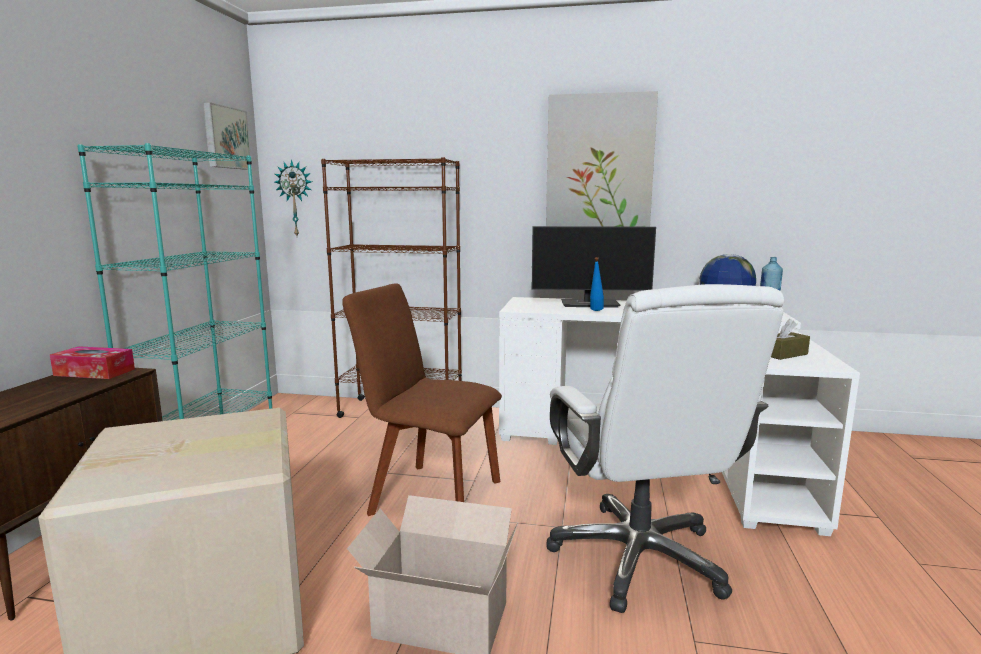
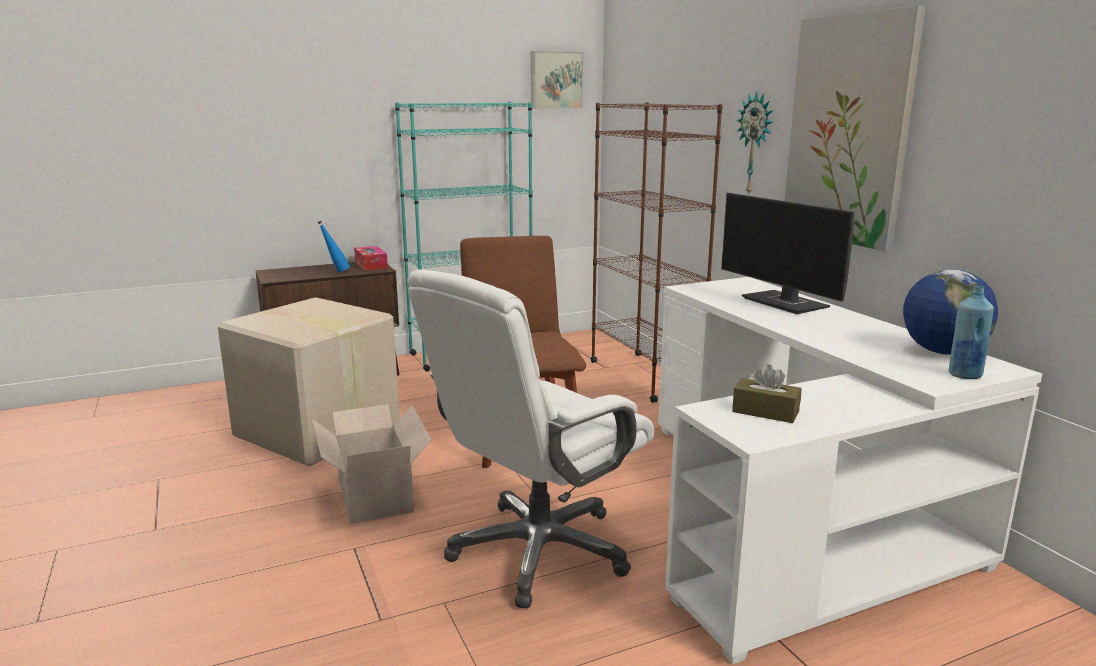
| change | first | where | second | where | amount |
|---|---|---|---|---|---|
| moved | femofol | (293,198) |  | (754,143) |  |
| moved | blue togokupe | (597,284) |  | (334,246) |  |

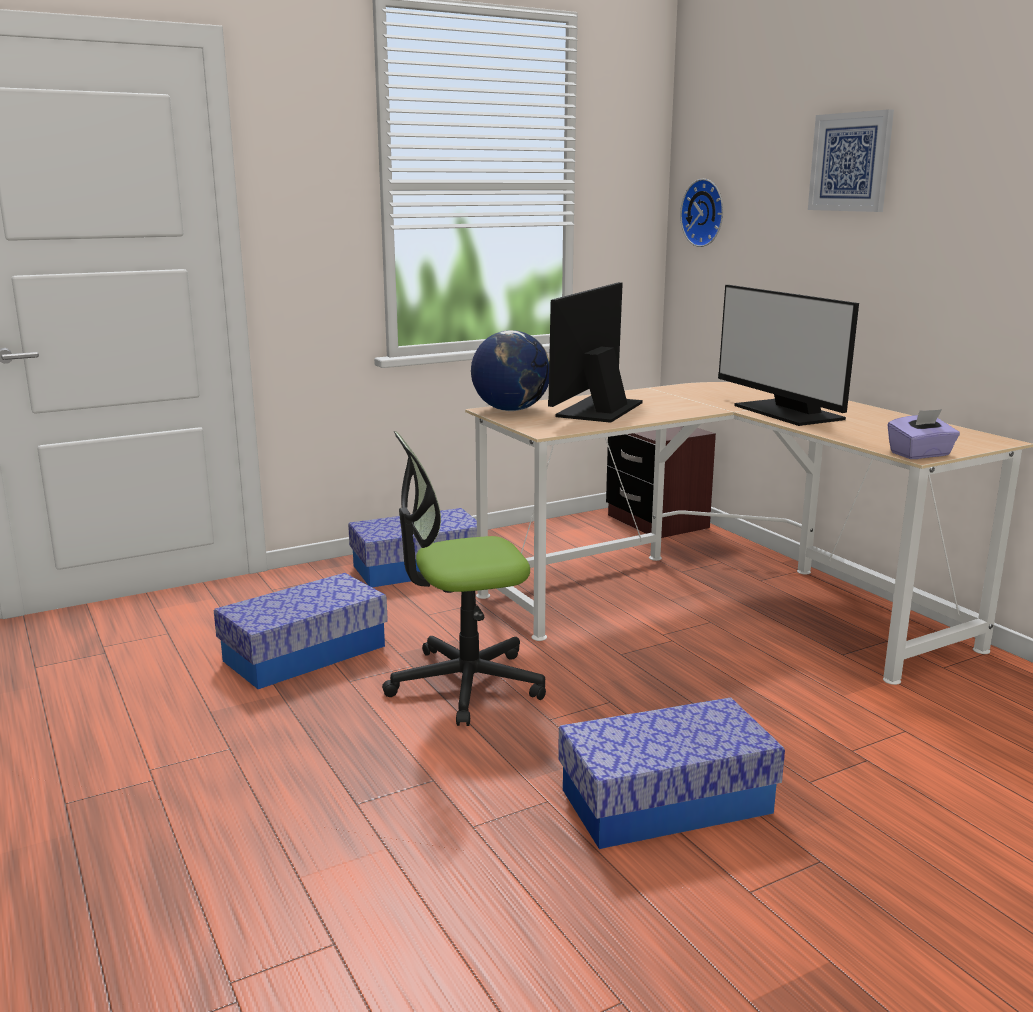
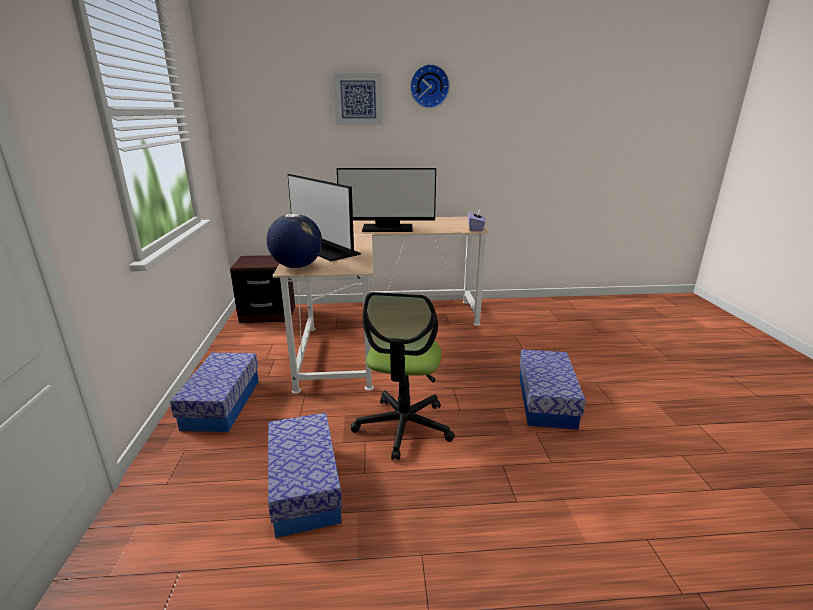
| change | first | where | second | where | amount |
|---|---|---|---|---|---|
| moved | femofol | (701,213) |  | (430,86) |  |

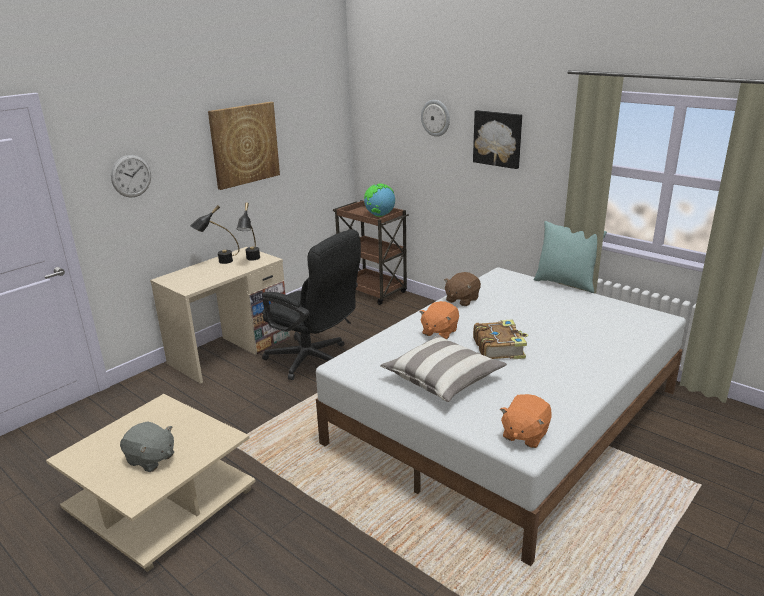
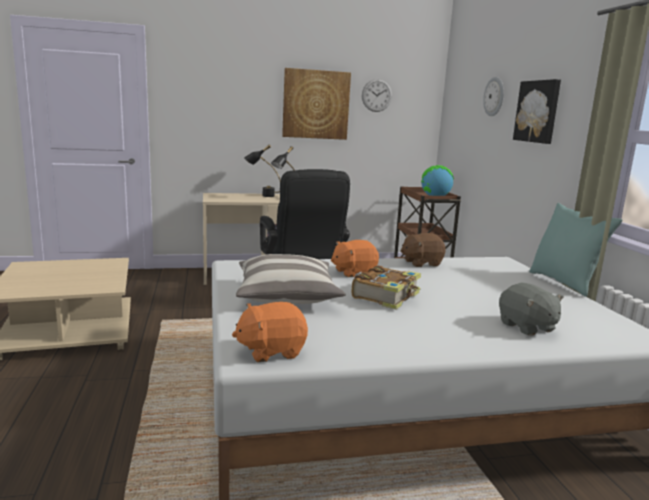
| change | first | where | second | where | amount |
|---|---|---|---|---|---|
| moved | femofol | (131,176) |  | (377,95) |  |
| moved | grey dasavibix | (147,446) |  | (531,309) |  |

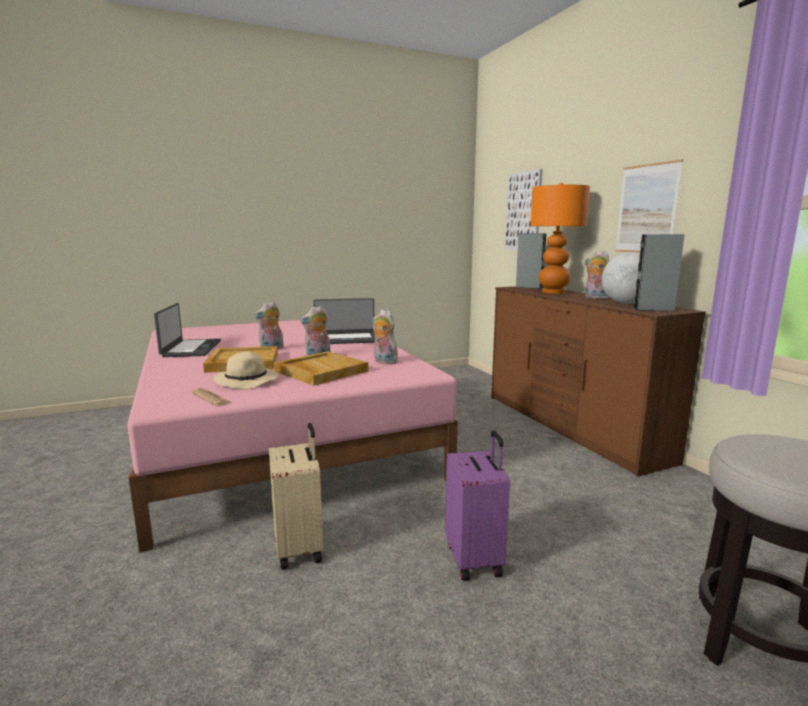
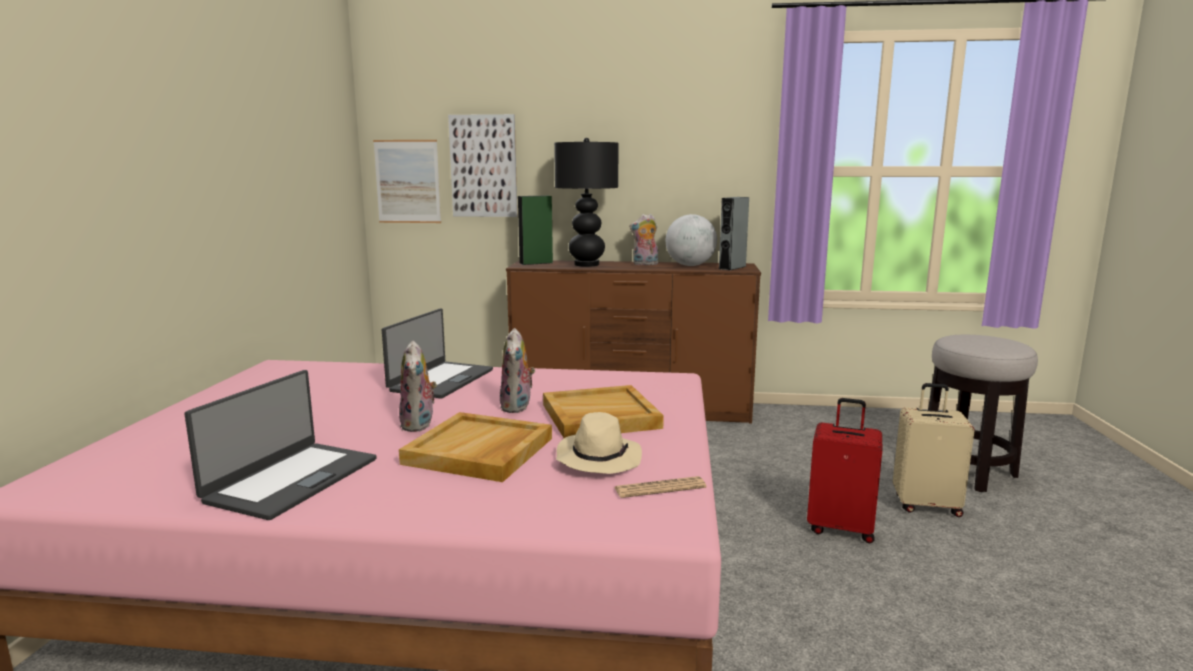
| change | first | where | second | where | amount |
|---|---|---|---|---|---|
| turned | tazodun | (187,330) |  | (280,445) | 90 degrees clockwise |
| moved | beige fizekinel | (296,496) |  | (934,450) |  |
| removed | dasavibix | (385,337) |  |  |  |
| recoloured | purple fizekinel | (477,506) | red fizekinel | (844,470) |  |
| recoloured | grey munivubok | (531,261) | green munivubok | (535,230) |  |
| recoloured | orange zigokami | (560,238) | black zigokami | (586,202) |  |
| moved | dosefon | (649,206) |  | (407,181) |  |

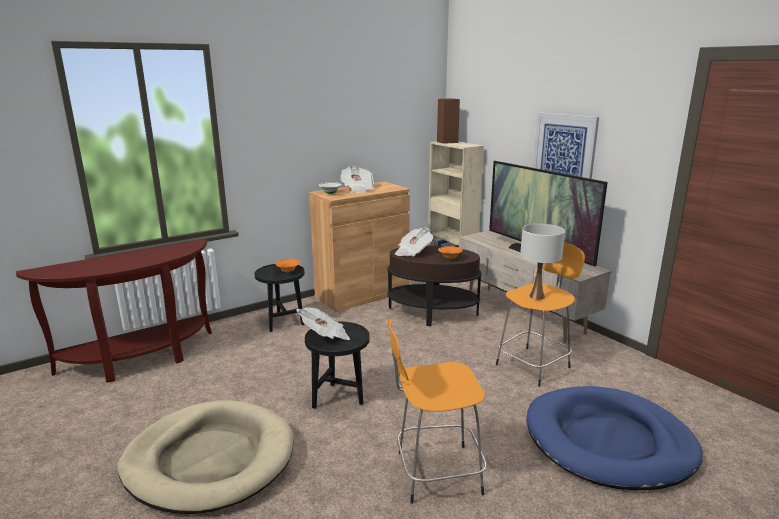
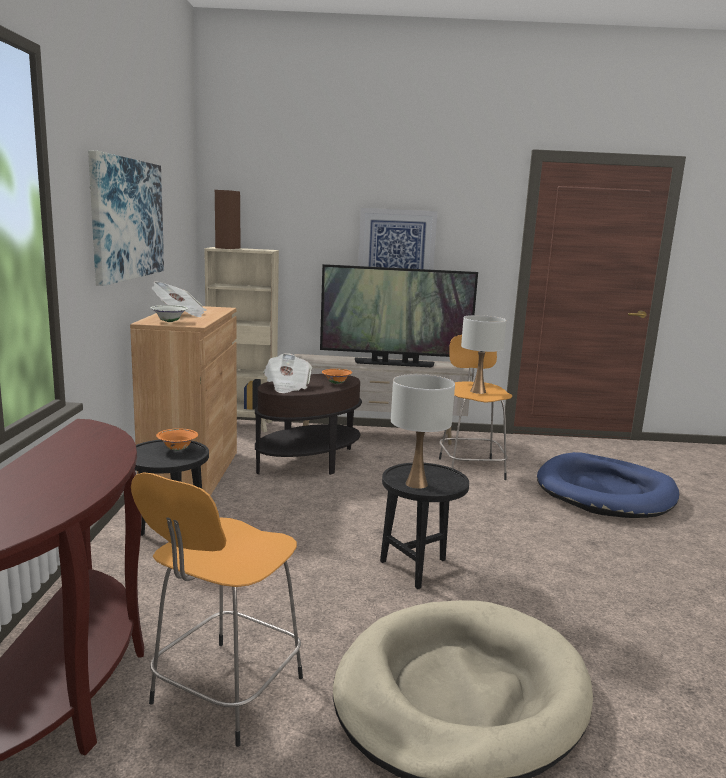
| change | first | where | second | where | amount |
|---|---|---|---|---|---|
| replaced | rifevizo | (323,323) | white zigokami | (423,431) |  |
| moved | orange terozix | (437,411) |  | (217,609) |  |
| added |  |  | dosefon | (126,218) |  |

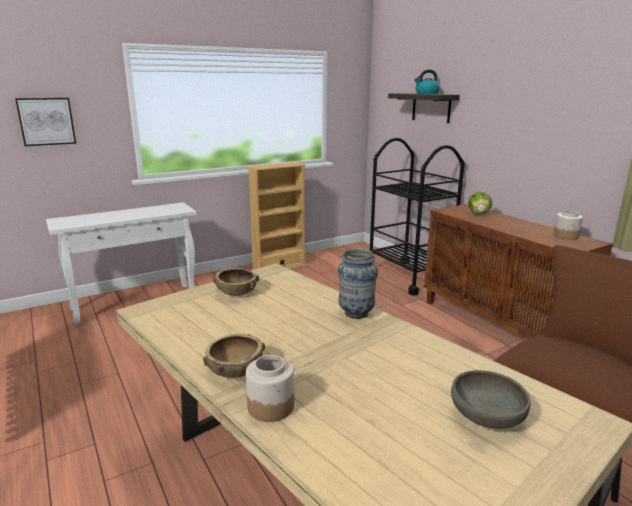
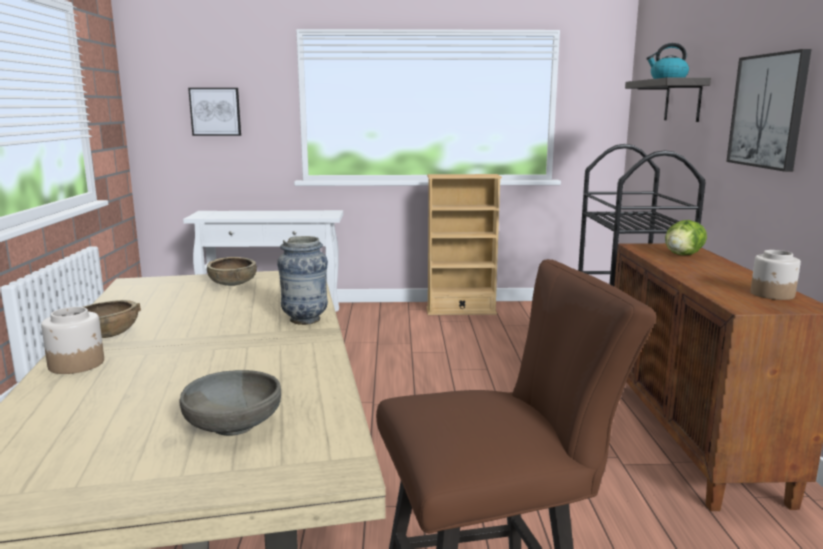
| change | first | where | second | where | amount |
|---|---|---|---|---|---|
| added |  |  | dosefon | (769,110) |  |

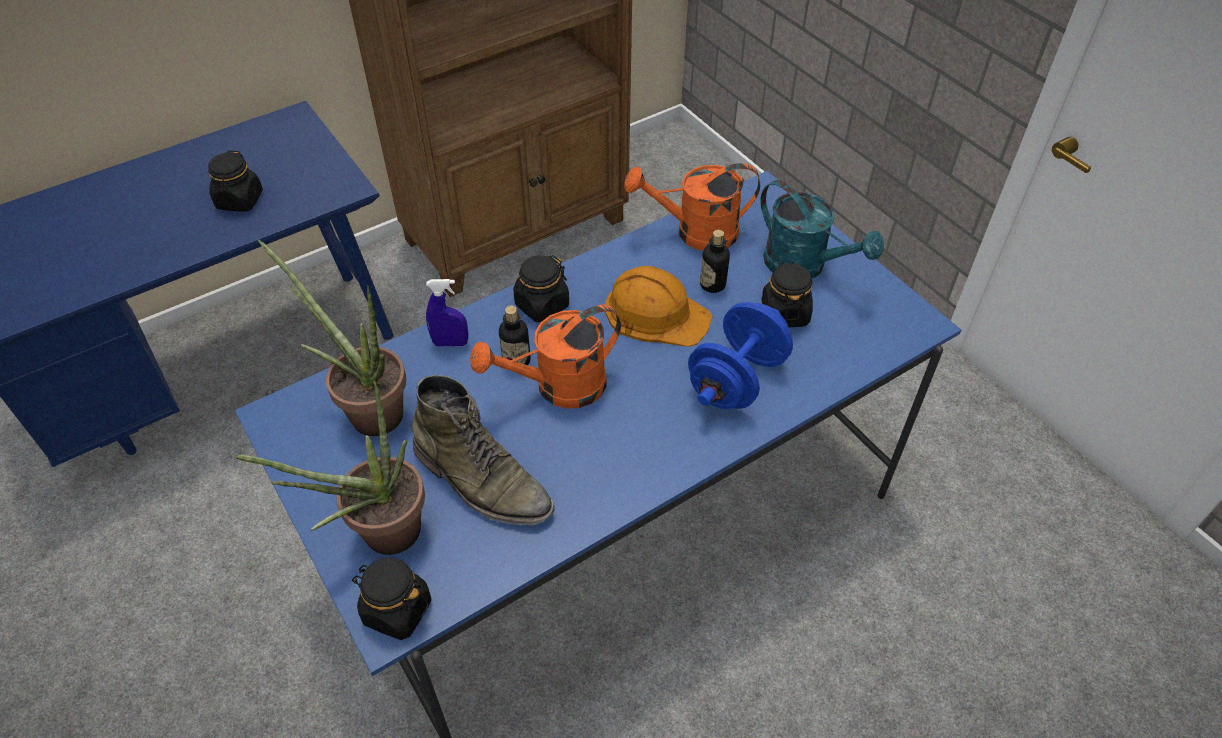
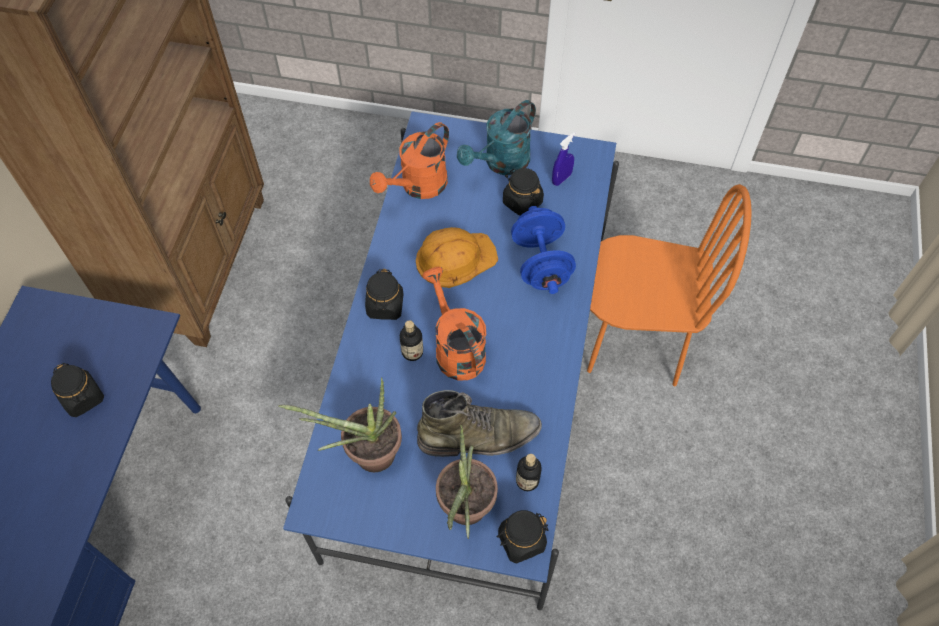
| change | first | where | second | where | amount |
|---|---|---|---|---|---|
| moved | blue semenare | (447,312) |  | (563,159) |  |
| turned | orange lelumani | (545,356) |  | (454,323) | 135 degrees clockwise |
| moved | togokupe | (715,261) |  | (529,472) |  |
| turned | turquoise lelumani | (822,229) |  | (496,137) | 135 degrees clockwise |
| added |  |  | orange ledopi | (669,285) |  |

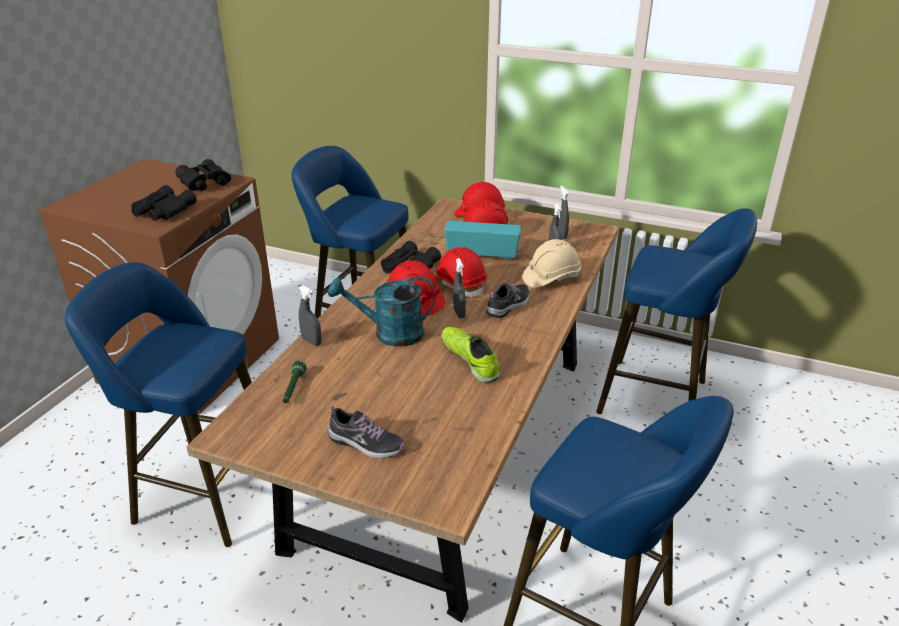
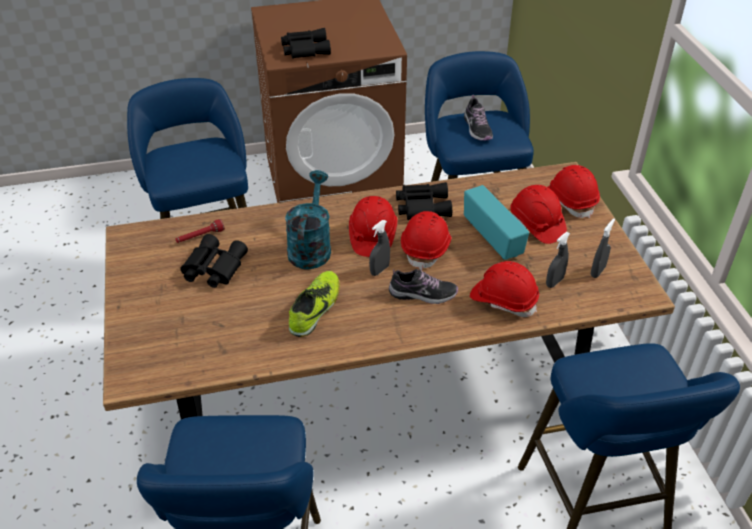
| change | first | where | second | where | amount |
|---|---|---|---|---|---|
| moved | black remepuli | (203,175) |  | (214,261) |  |
| recoloured | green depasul | (295,381) | red depasul | (200,231) |  |
| removed | grey semenare | (310,315) |  |  |  |
| turned | turquoise lelumani | (381,312) |  | (308,219) | 45 degrees clockwise |
| moved | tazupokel | (366,431) |  | (478,118) |  |
| recoloured | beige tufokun | (551,263) | red tufokun | (504,289) |  |

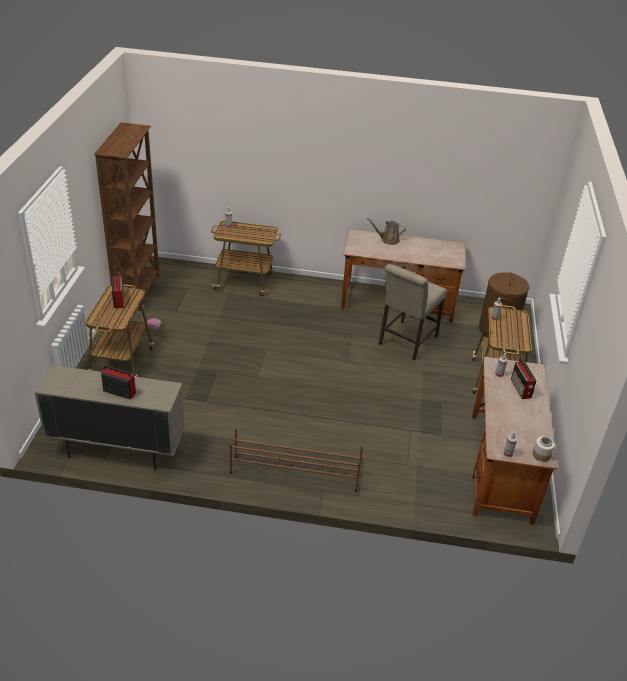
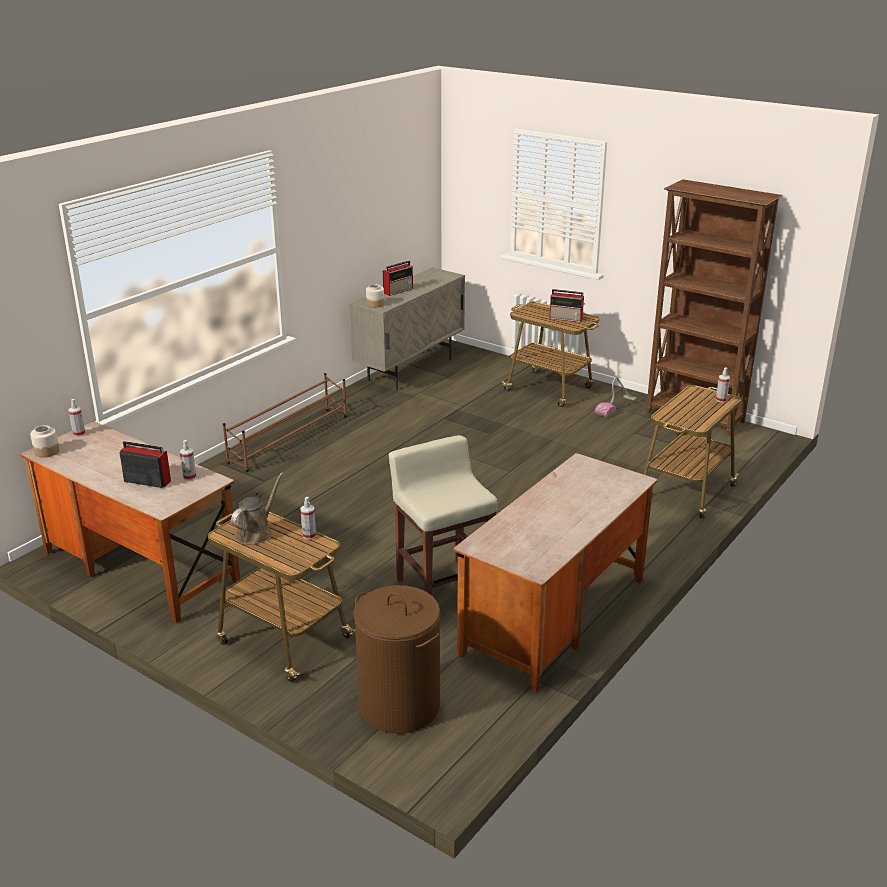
| change | first | where | second | where | amount |
|---|---|---|---|---|---|
| moved | brown lelumani | (386,231) |  | (257,509) |  |
| replaced | beige ledopi | (413,312) | beige terozix | (443,515) |  |
| added |  |  | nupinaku | (375,296) |  |

